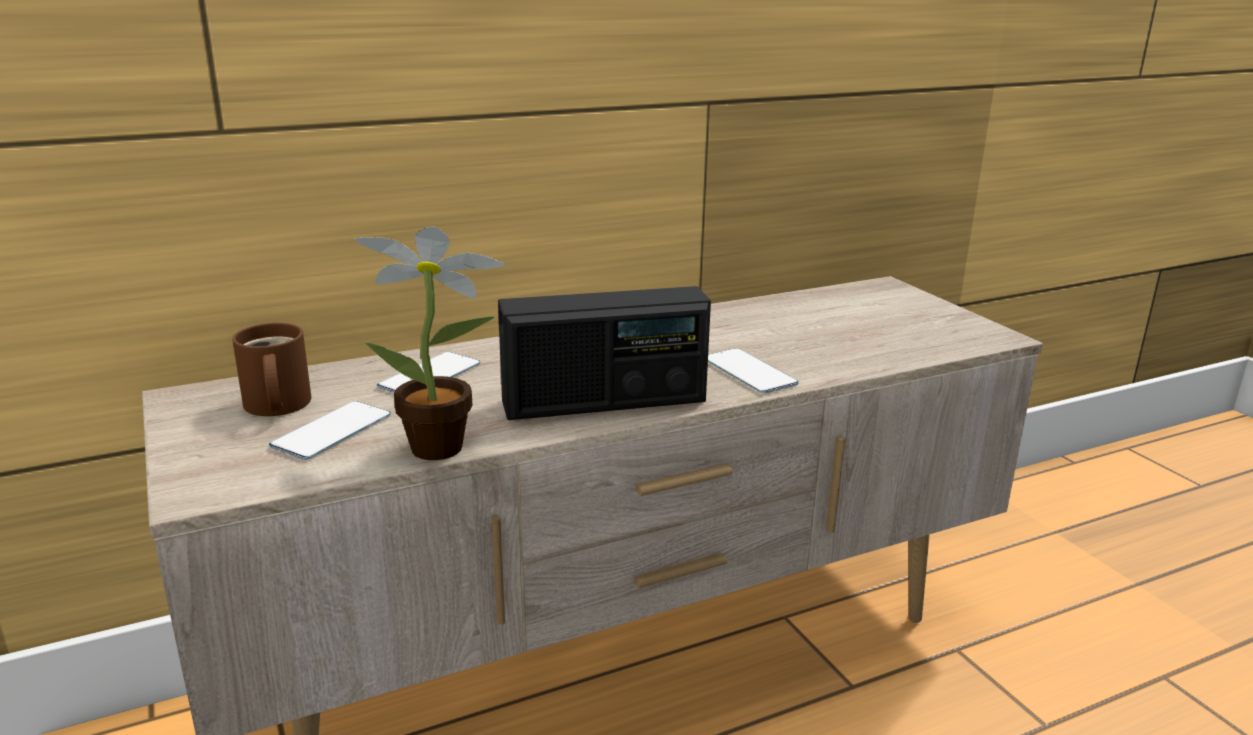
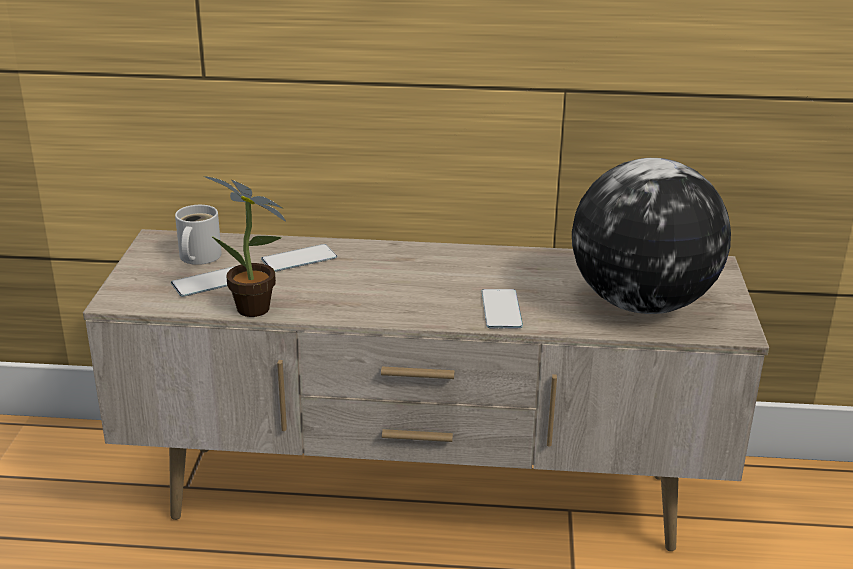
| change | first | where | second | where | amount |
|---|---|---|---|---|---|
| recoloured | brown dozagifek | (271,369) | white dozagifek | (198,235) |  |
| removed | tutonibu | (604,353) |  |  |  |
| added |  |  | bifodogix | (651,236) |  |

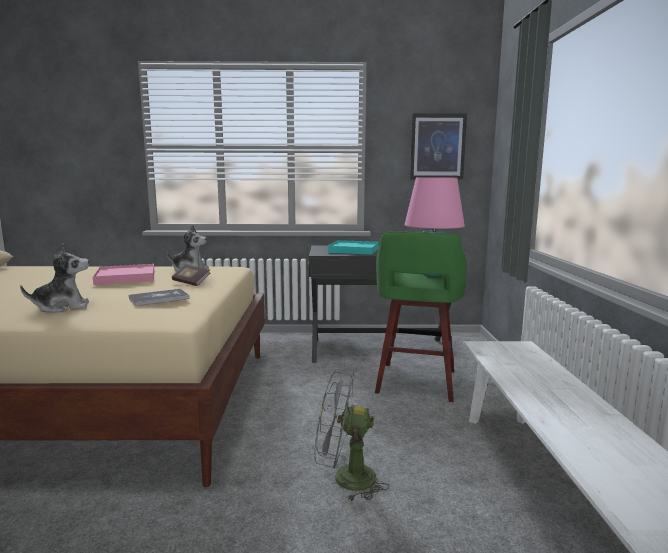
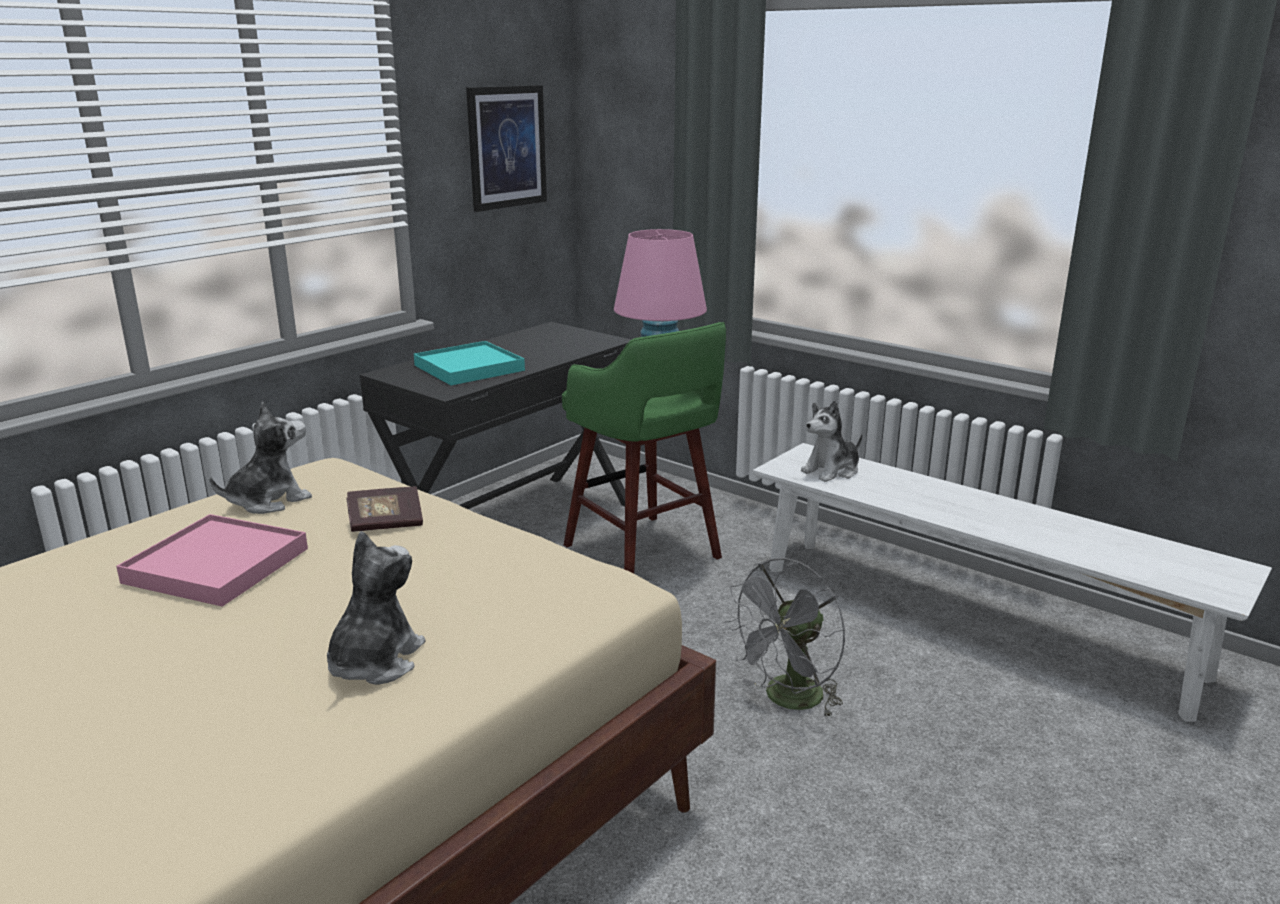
| change | first | where | second | where | amount |
|---|---|---|---|---|---|
| removed | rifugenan | (159,297) |  |  |  |
| added |  |  | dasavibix | (831,441) |  |

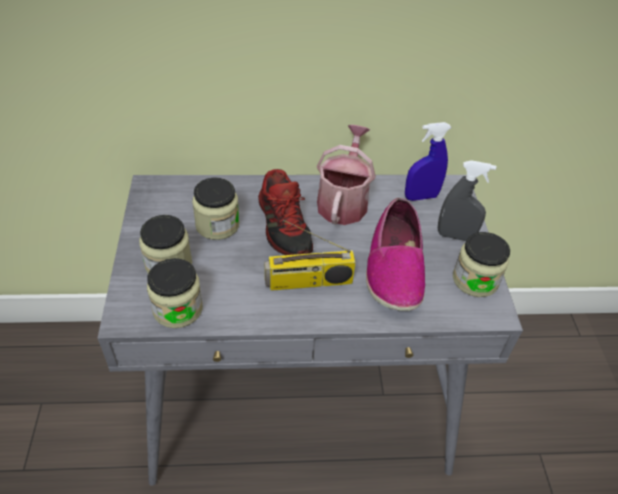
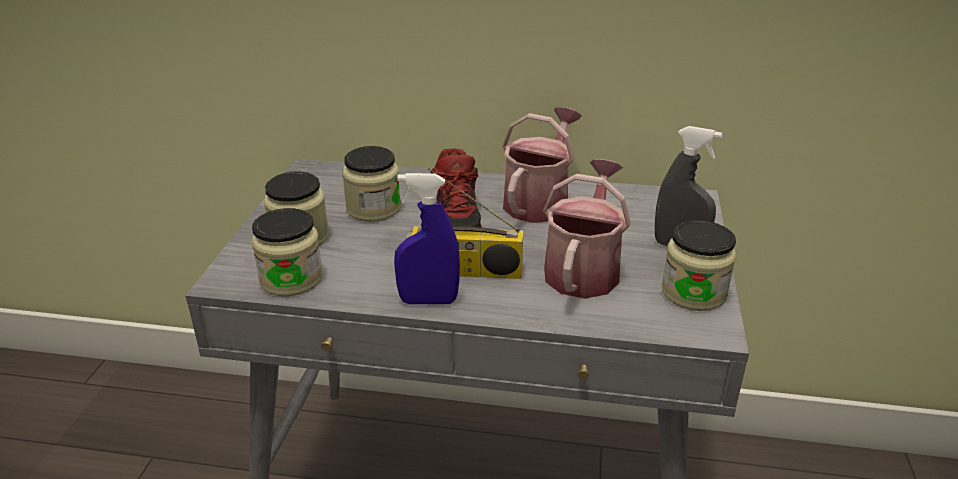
| change | first | where | second | where | amount |
|---|---|---|---|---|---|
| replaced | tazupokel | (395,254) | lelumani | (587,229) |  |
| moved | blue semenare | (428,161) |  | (427,239) |  |

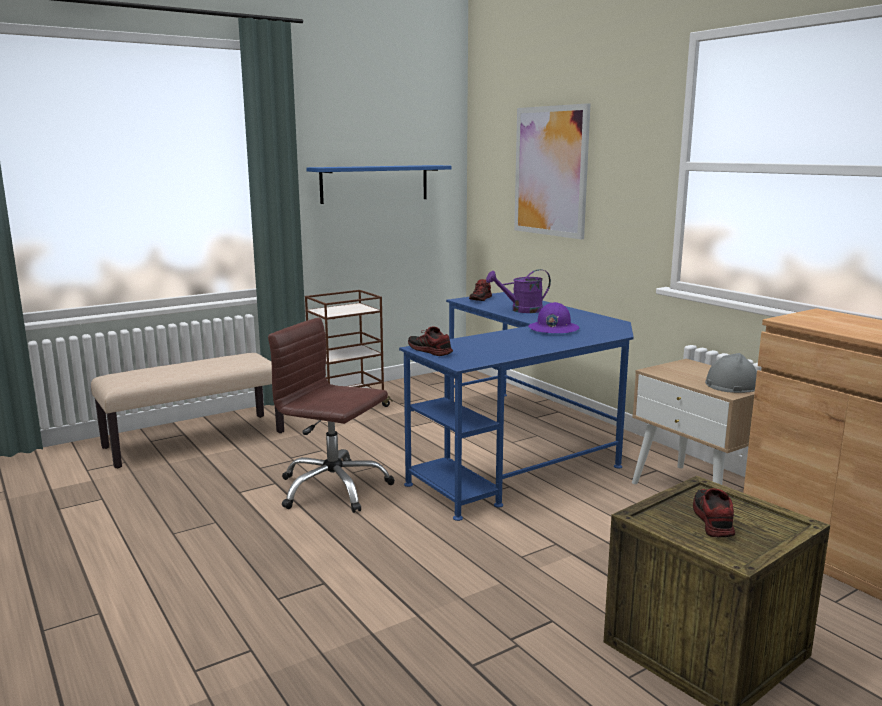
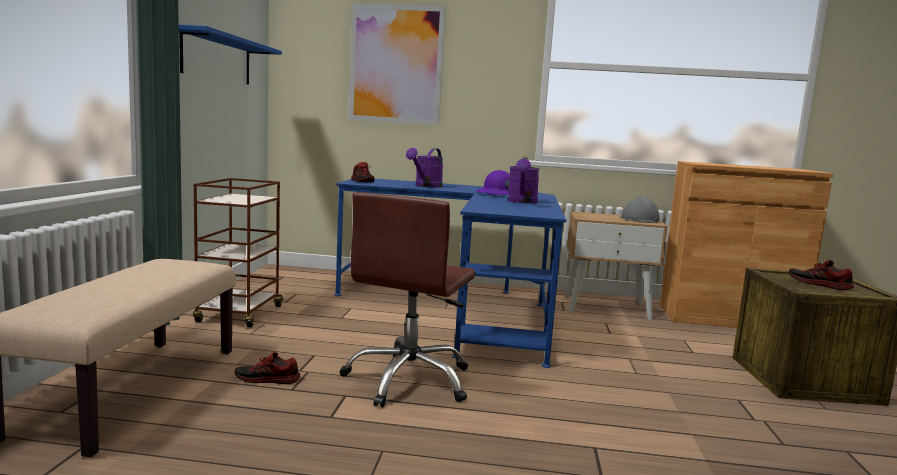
| change | first | where | second | where | amount |
|---|---|---|---|---|---|
| turned | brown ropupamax | (331,415) |  | (407,299) | 45 degrees counterclockwise |
| moved | tazupokel | (430,341) |  | (267,368) |  |
| added |  |  | purple lelumani | (523,180) |  |

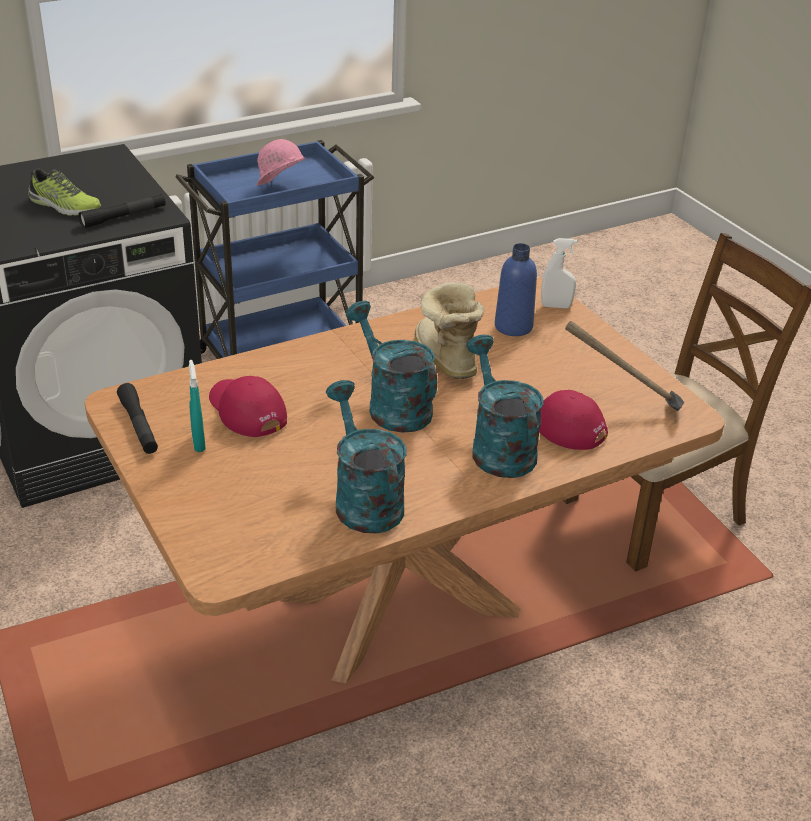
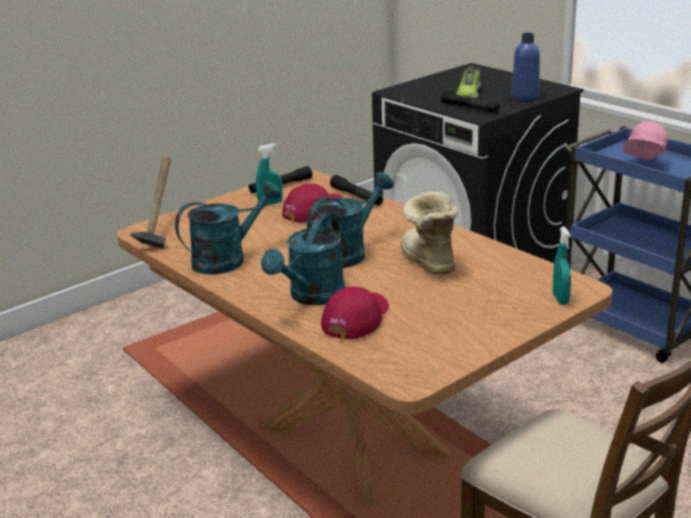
| change | first | where | second | where | amount |
|---|---|---|---|---|---|
| turned | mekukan | (449,330) |  | (429,232) | 75 degrees counterclockwise |
| turned | turquoise lelumani | (505,406) |  | (303,258) | 150 degrees clockwise |
| moved | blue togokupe | (516,289) |  | (526,67) |  |
| recoloured | white semenare | (559,273) | turquoise semenare | (562,265) |  |
| moved | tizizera | (624,366) |  | (150,202) |  |
| added |  |  | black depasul | (356,190) |  |

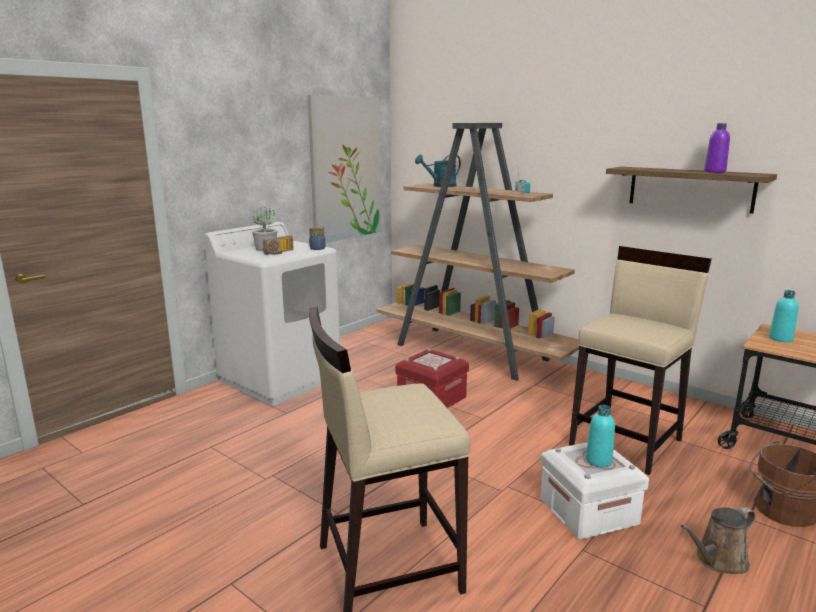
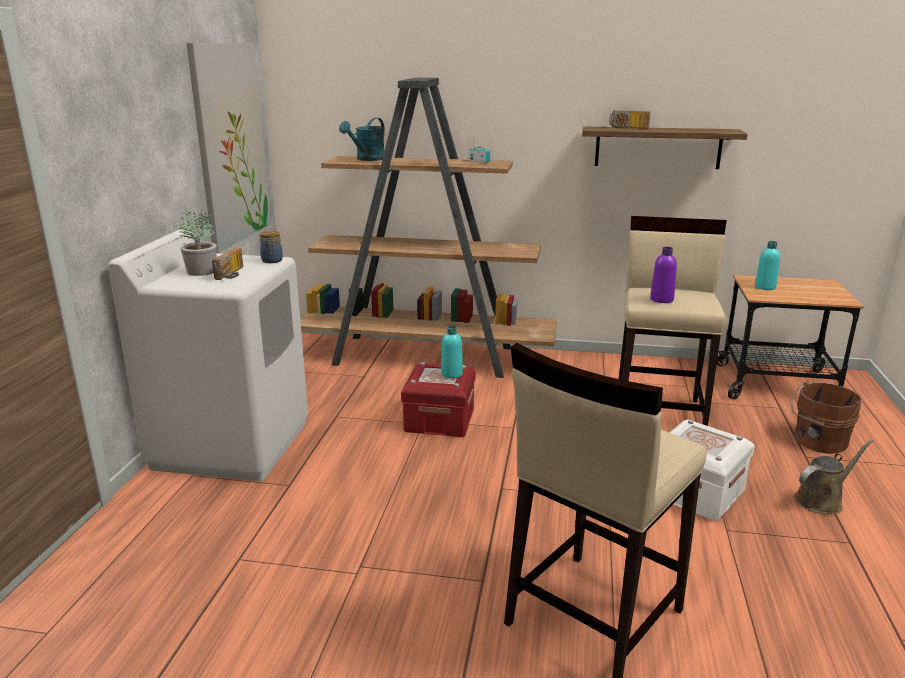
| change | first | where | second | where | amount |
|---|---|---|---|---|---|
| moved | turquoise togokupe | (600,436) |  | (452,352) |  |
| turned | brown lelumani | (718,540) |  | (834,476) | 150 degrees counterclockwise |
| moved | purple togokupe | (717,148) |  | (663,275) |  |
| added |  |  | tutonibu | (629,119) |  |

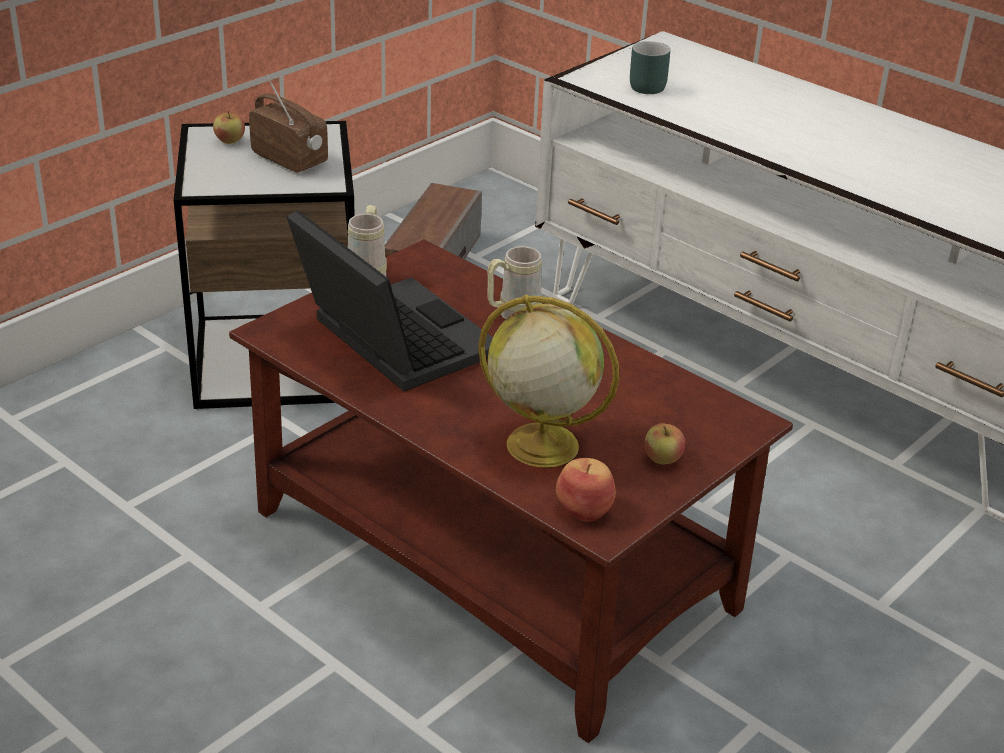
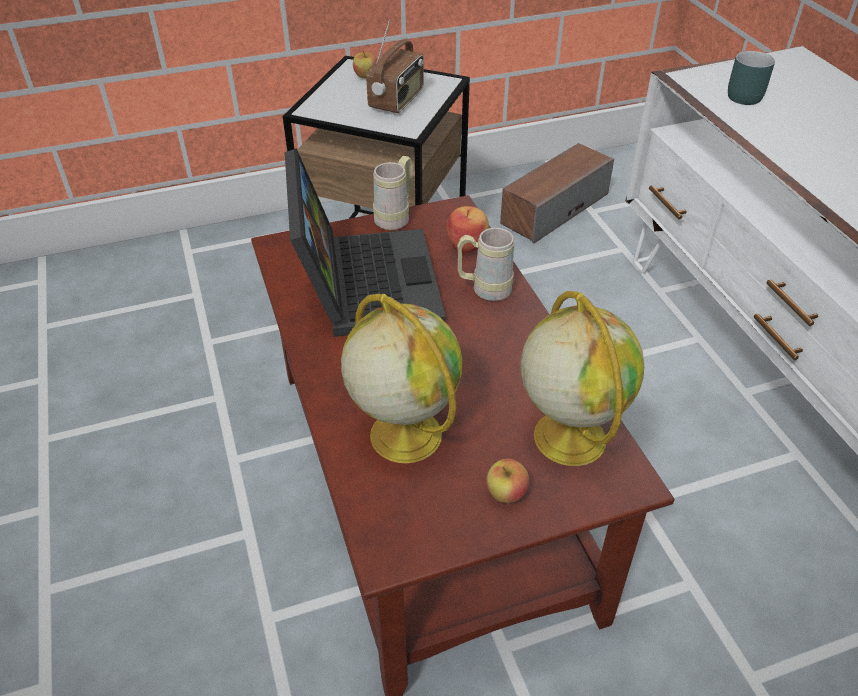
| change | first | where | second | where | amount |
|---|---|---|---|---|---|
| turned | tutonibu | (288,124) |  | (395,66) | 45 degrees clockwise |
| moved | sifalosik | (586,490) |  | (467,230) |  |
| added |  |  | bifodogix | (582,378) |  |

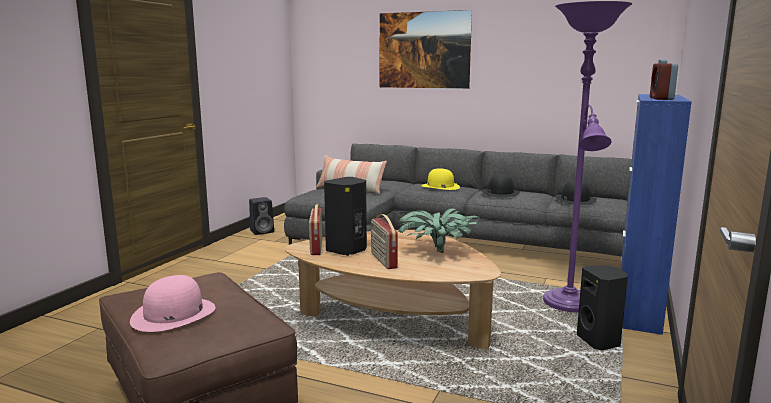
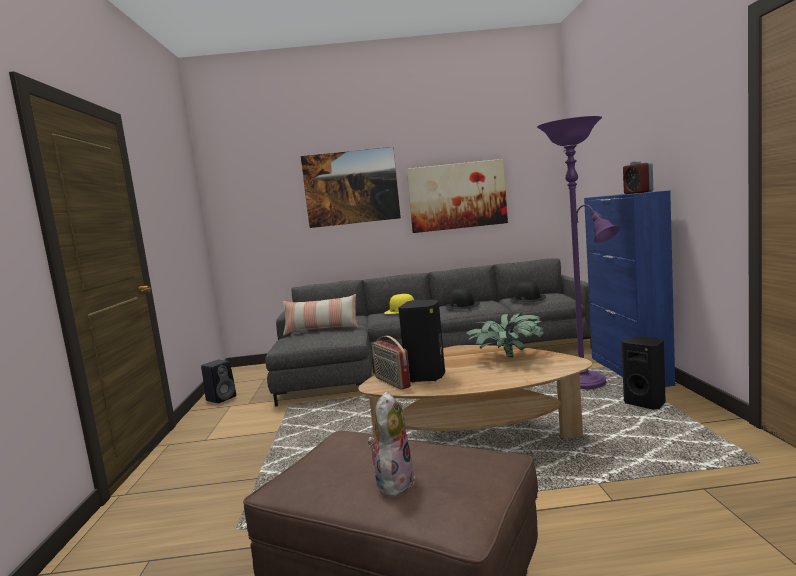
| change | first | where | second | where | amount |
|---|---|---|---|---|---|
| replaced | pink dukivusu | (173,303) | dasavibix | (391,444) |  |
| removed | tutonibu | (384,241) |  |  |  |
| added |  |  | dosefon | (457,196) |  |

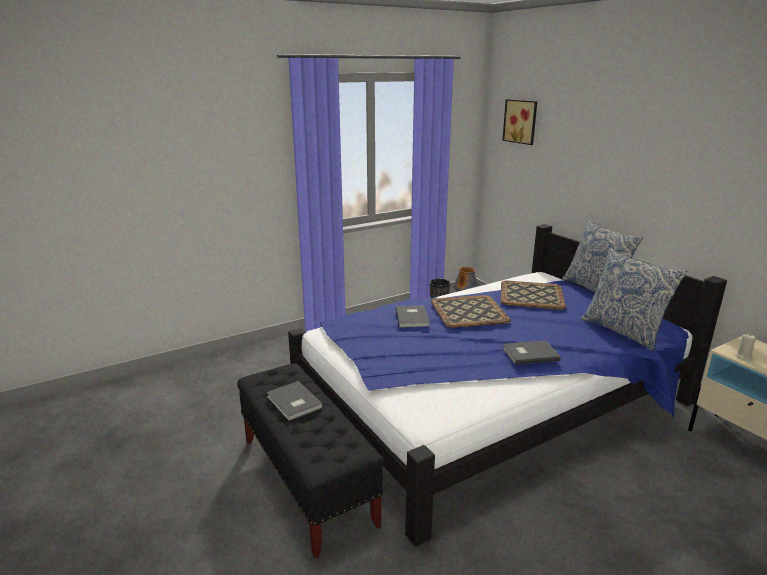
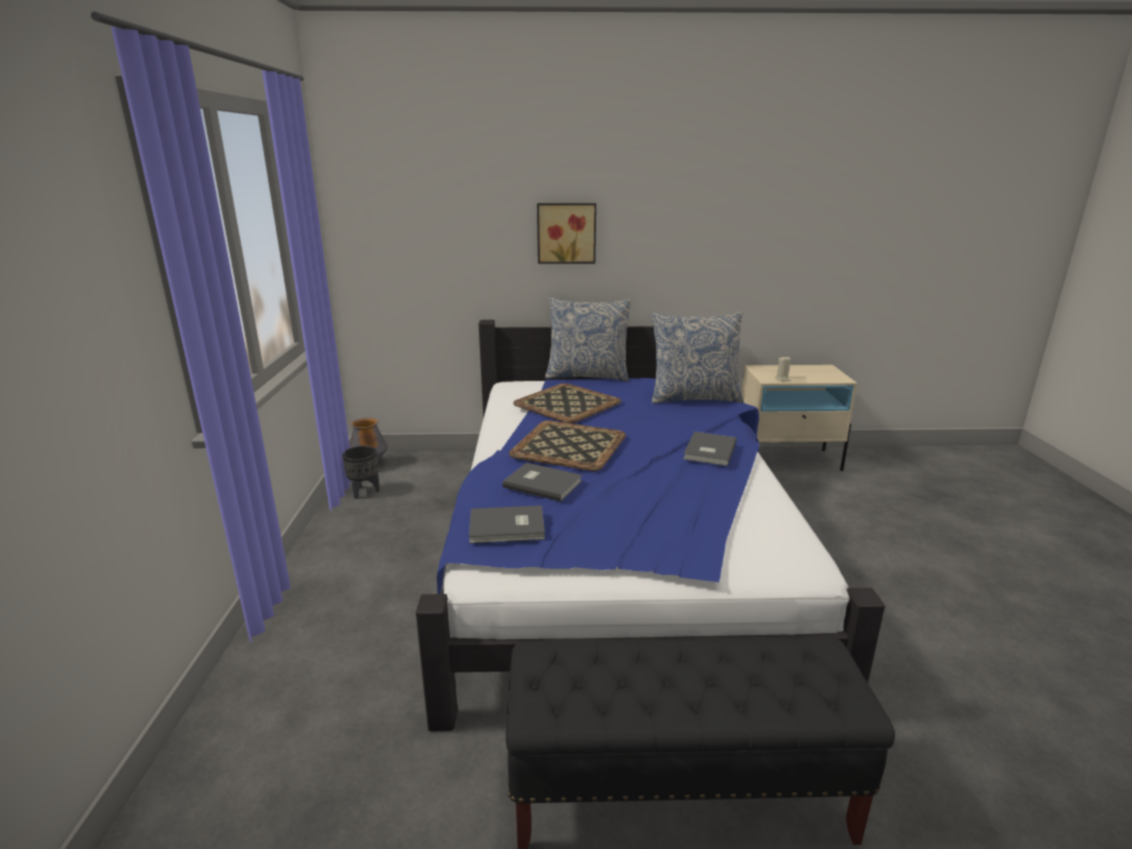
| change | first | where | second | where | amount |
|---|---|---|---|---|---|
| moved | grey rifugenan | (294,401) |  | (507,524) |  |
| moved | dosefon | (519,122) |  | (566,233) |  |

